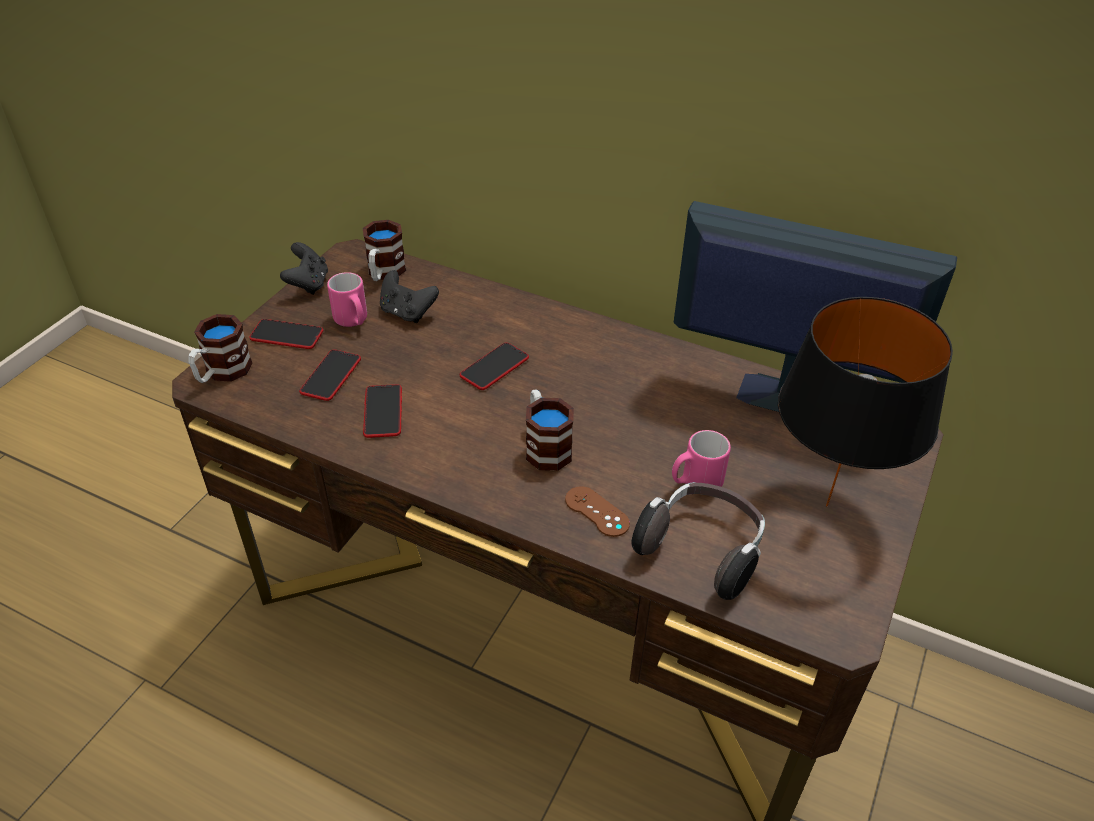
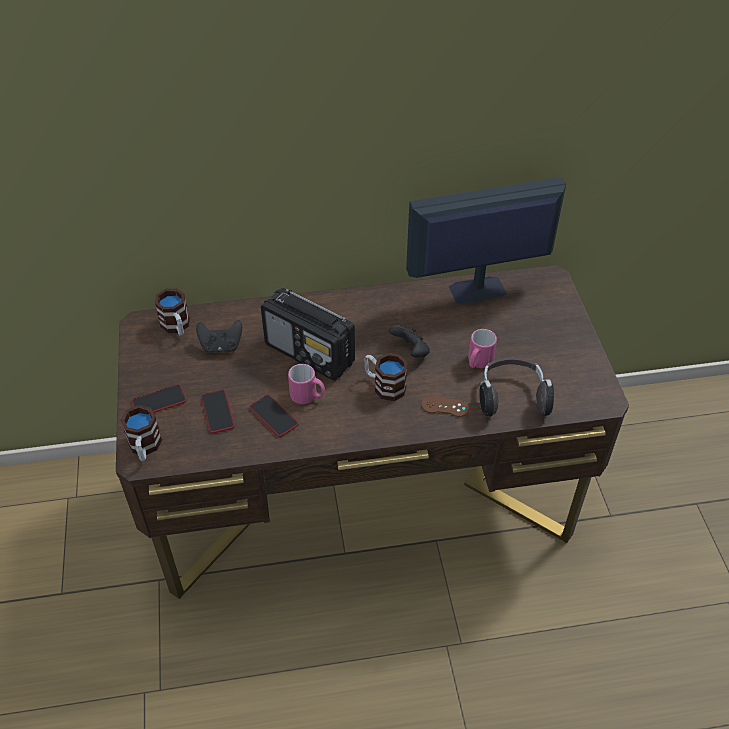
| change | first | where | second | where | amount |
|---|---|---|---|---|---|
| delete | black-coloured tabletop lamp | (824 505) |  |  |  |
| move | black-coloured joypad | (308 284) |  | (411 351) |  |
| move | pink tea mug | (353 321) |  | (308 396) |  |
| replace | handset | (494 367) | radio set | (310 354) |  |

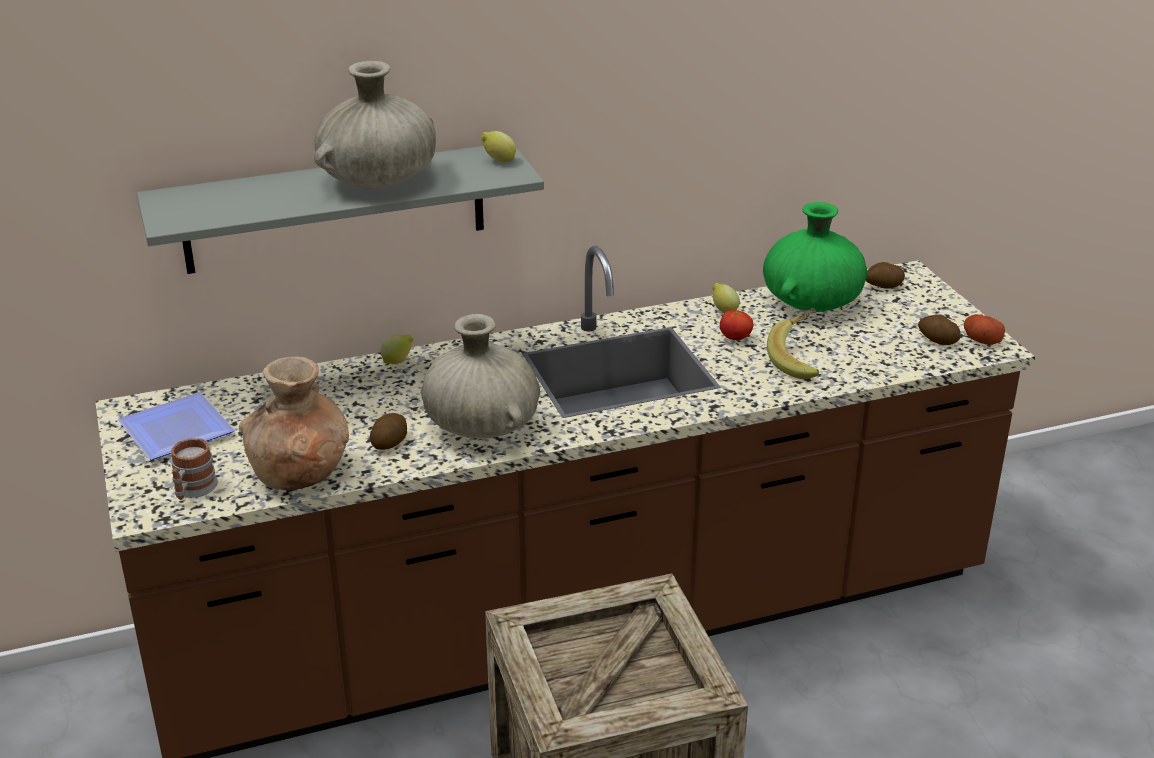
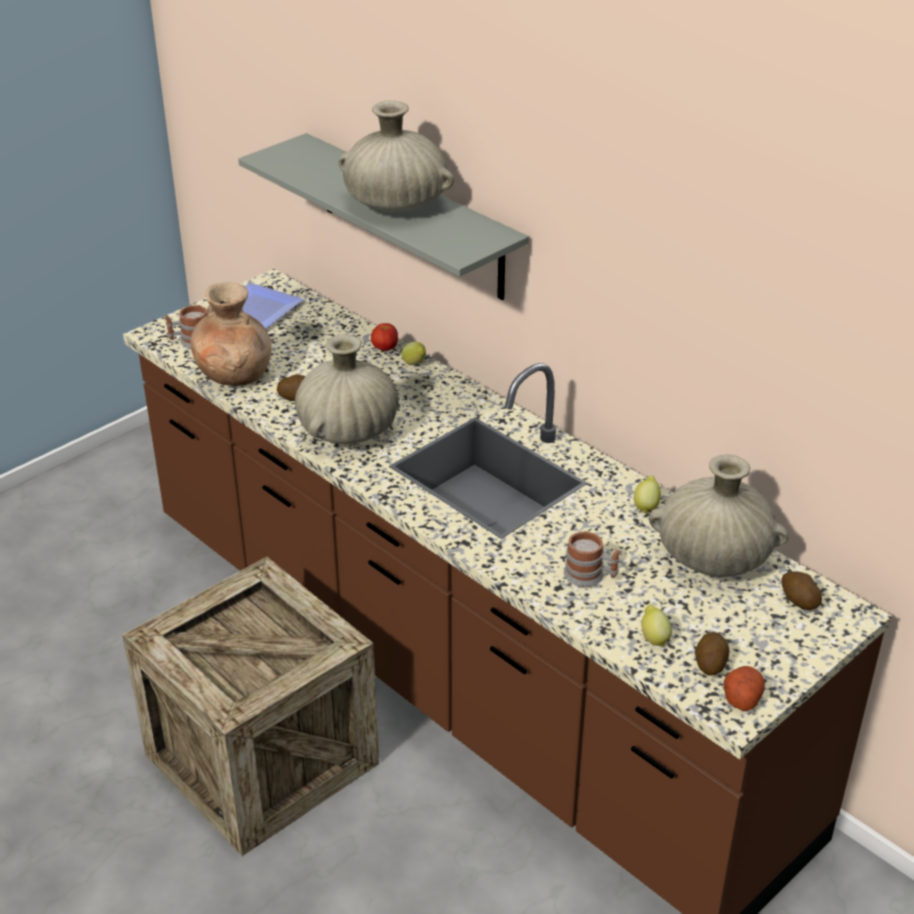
| change | first | where | second | where | amount |
|---|---|---|---|---|---|
| move | lemon | (498 161) |  | (654 638) |  |
| move | whole tomato | (735 338) |  | (385 348) |  |
| replace | banana | (801 360) | tea mug | (590 576) |  |
| recolor | greenish flower vase | (811 303) | beige-coloured flower vase | (713 557) |  |

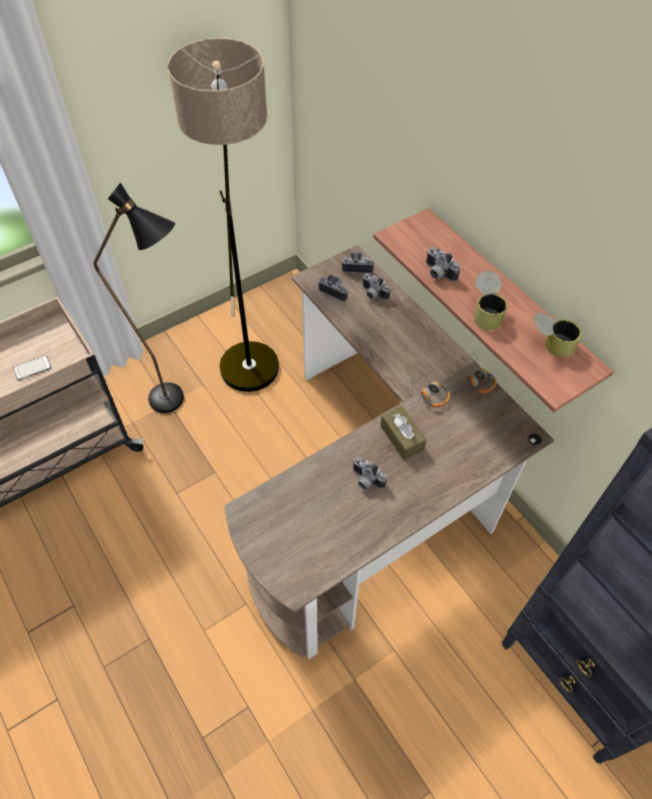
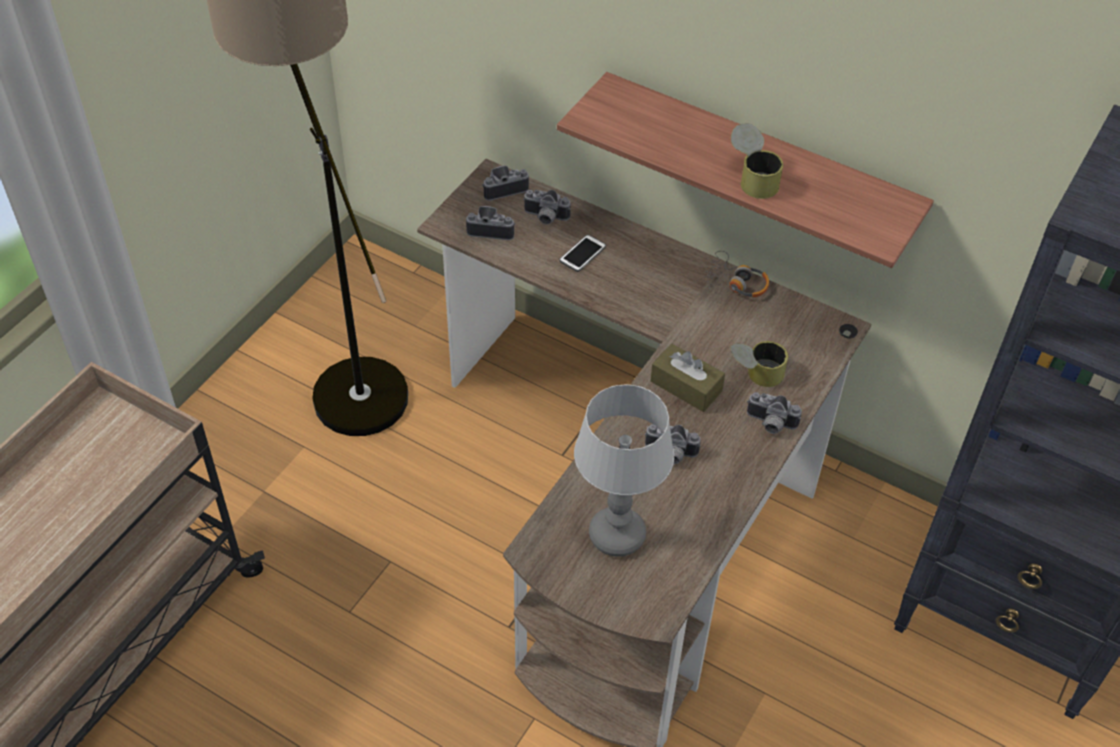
| change | first | where | second | where | amount |
|---|---|---|---|---|---|
| delete | black-coloured standard lamp | (178 403) |  |  |  |
| delete | headphones | (428 391) |  |  |  |
| insert |  |  | tabletop lamp | (617 536) |  |
| move | handset | (32 368) |  | (582 254) |  |
| move | still camera | (437 273) |  | (770 424) |  |
| move | sealed can | (550 344) |  | (755 375) |  |

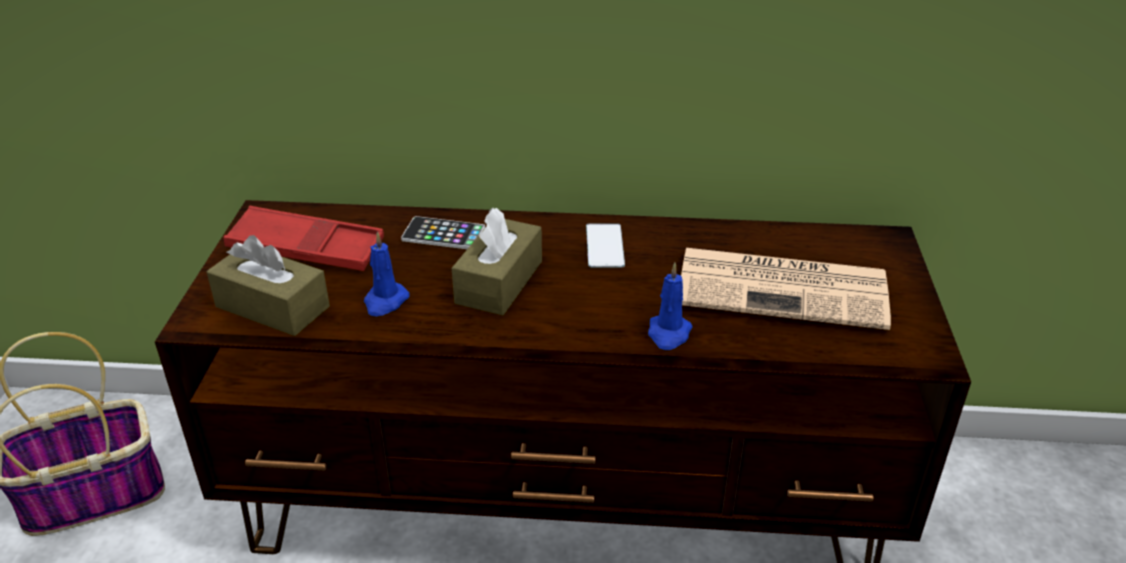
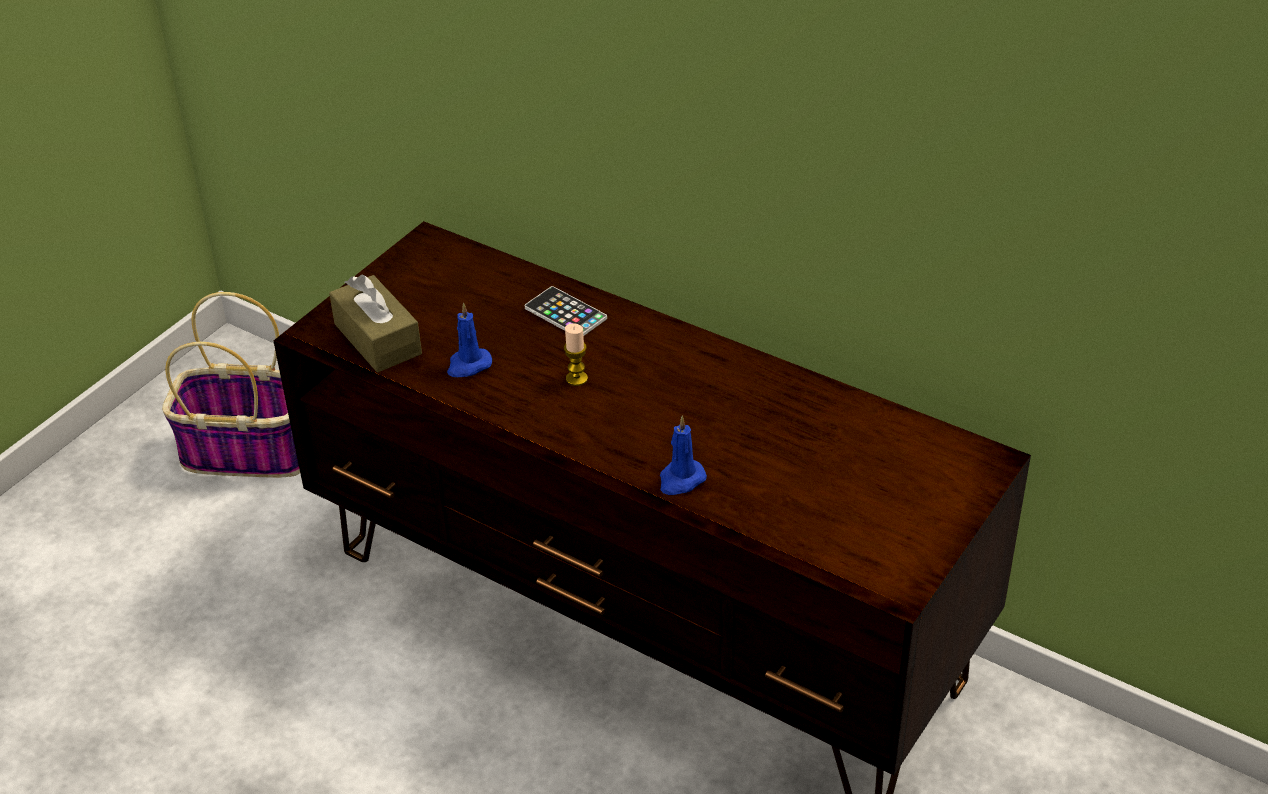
| change | first | where | second | where | amount |
|---|---|---|---|---|---|
| delete | red-coloured tray | (307 248) |  |  |  |
| delete | handset | (604 246) |  |  |  |
| delete | newspaper | (785 289) |  |  |  |
| replace | brownish tissue box | (499 282) | wax light | (576 378) |  |

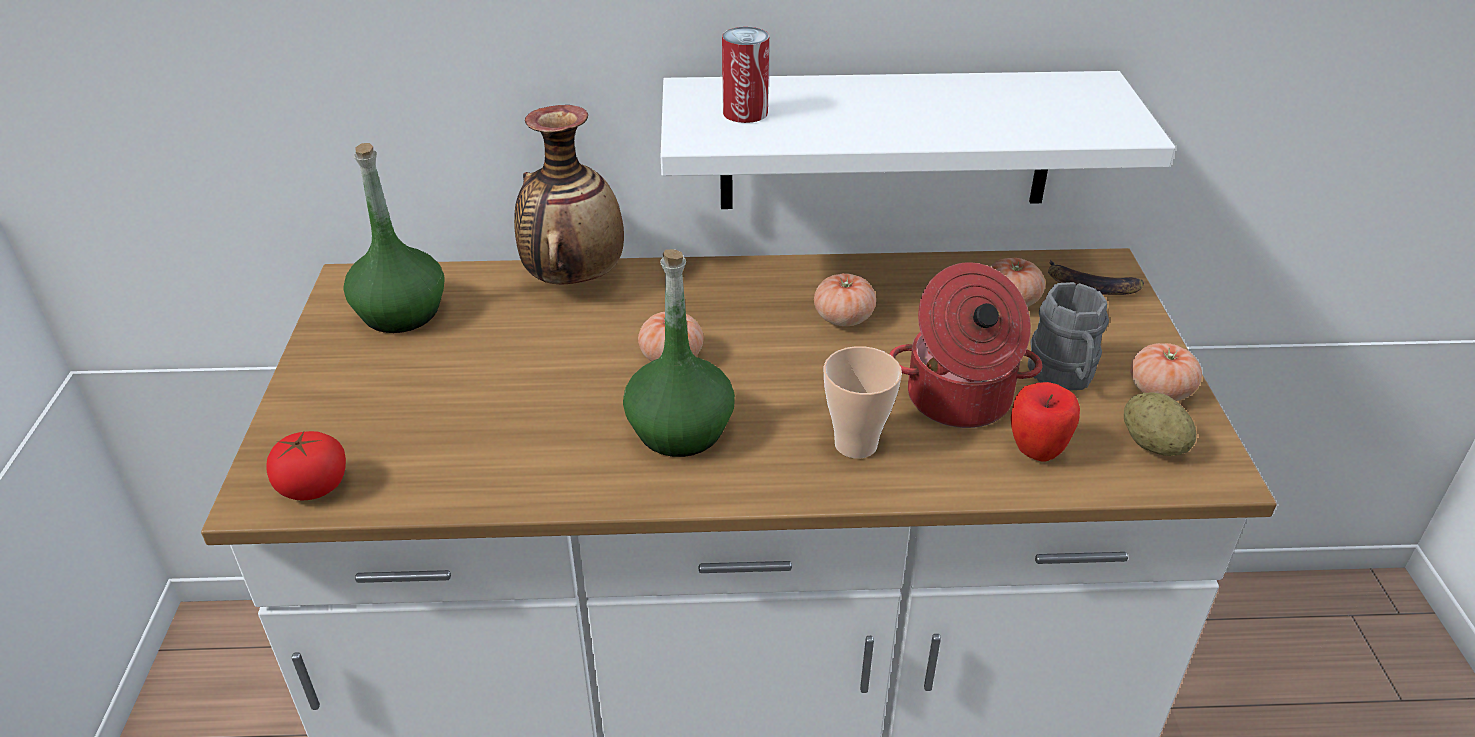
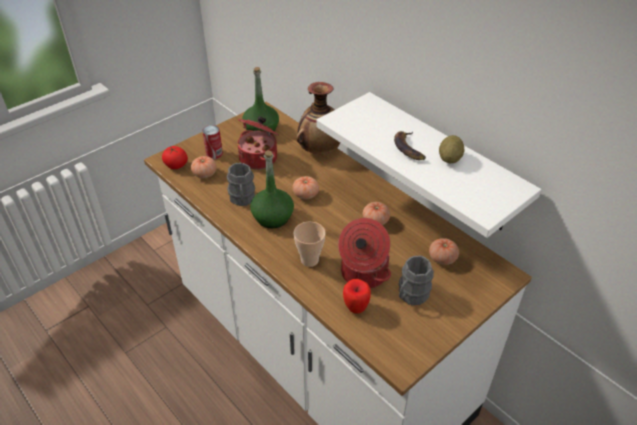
| change | first | where | second | where | amount |
|---|---|---|---|---|---|
| insert |  |  | gray tea mug | (242 200) |  |
| insert |  |  | stockpot | (259 158) |  |
| move | sealed can | (745 112) |  | (214 154) |  |
| move | banana | (1091 285) |  | (409 148) |  |
| move | whole potato | (1152 445) |  | (449 159) |  |
| move | whole tomato | (1160 391) |  | (204 174) |  |

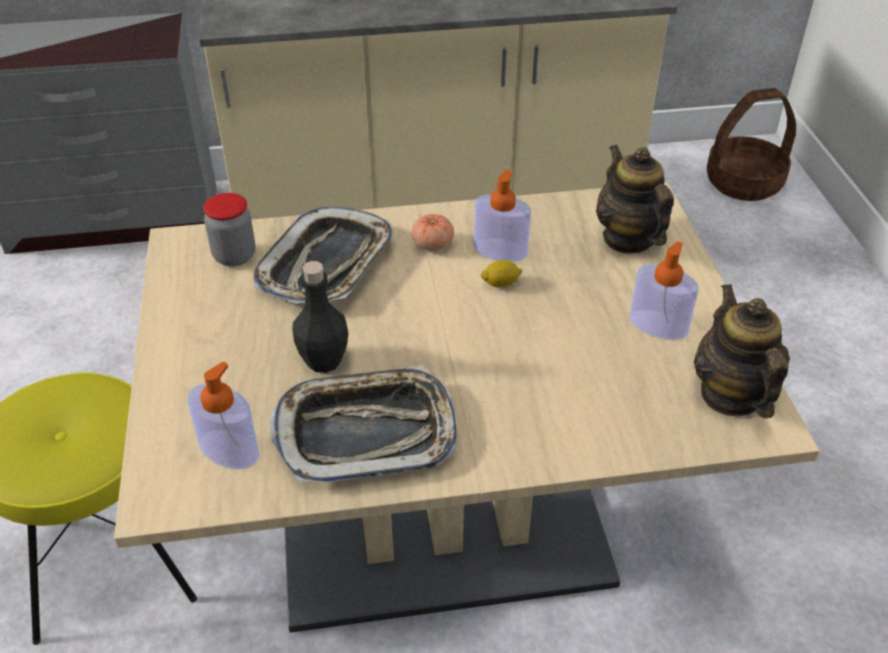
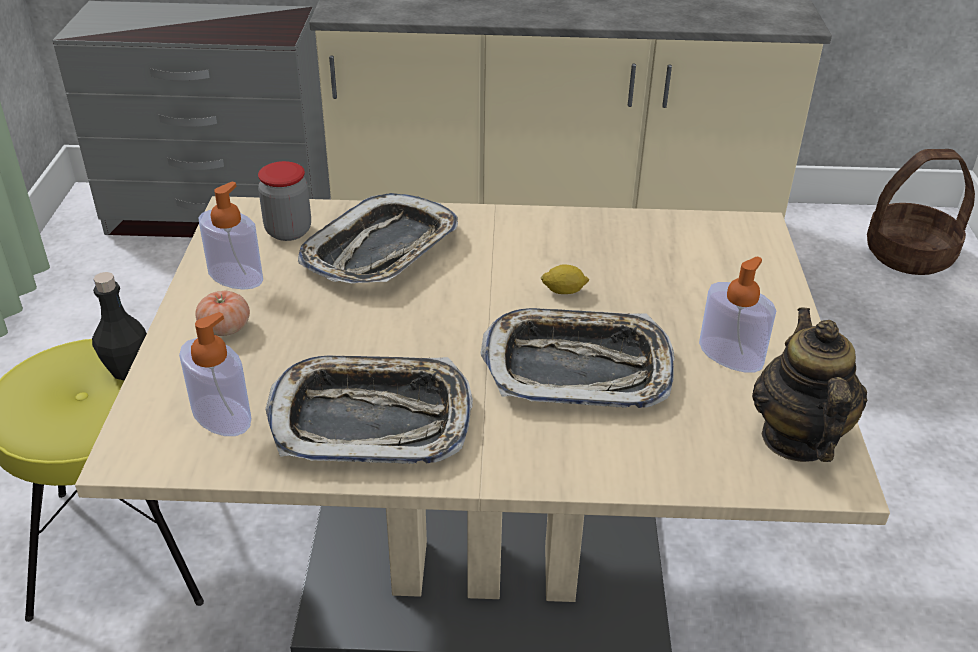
| change | first | where | second | where | amount |
|---|---|---|---|---|---|
| delete | pot for tea | (628 238) |  |  |  |
| insert |  |  | tray | (578 368) |  |
| move | black-coloured bottle | (323 361) |  | (128 370) |  |
| move | whole tomato | (433 244) |  | (225 328) |  |
| move | liquid soap bottle | (500 250) |  | (235 276) |  |

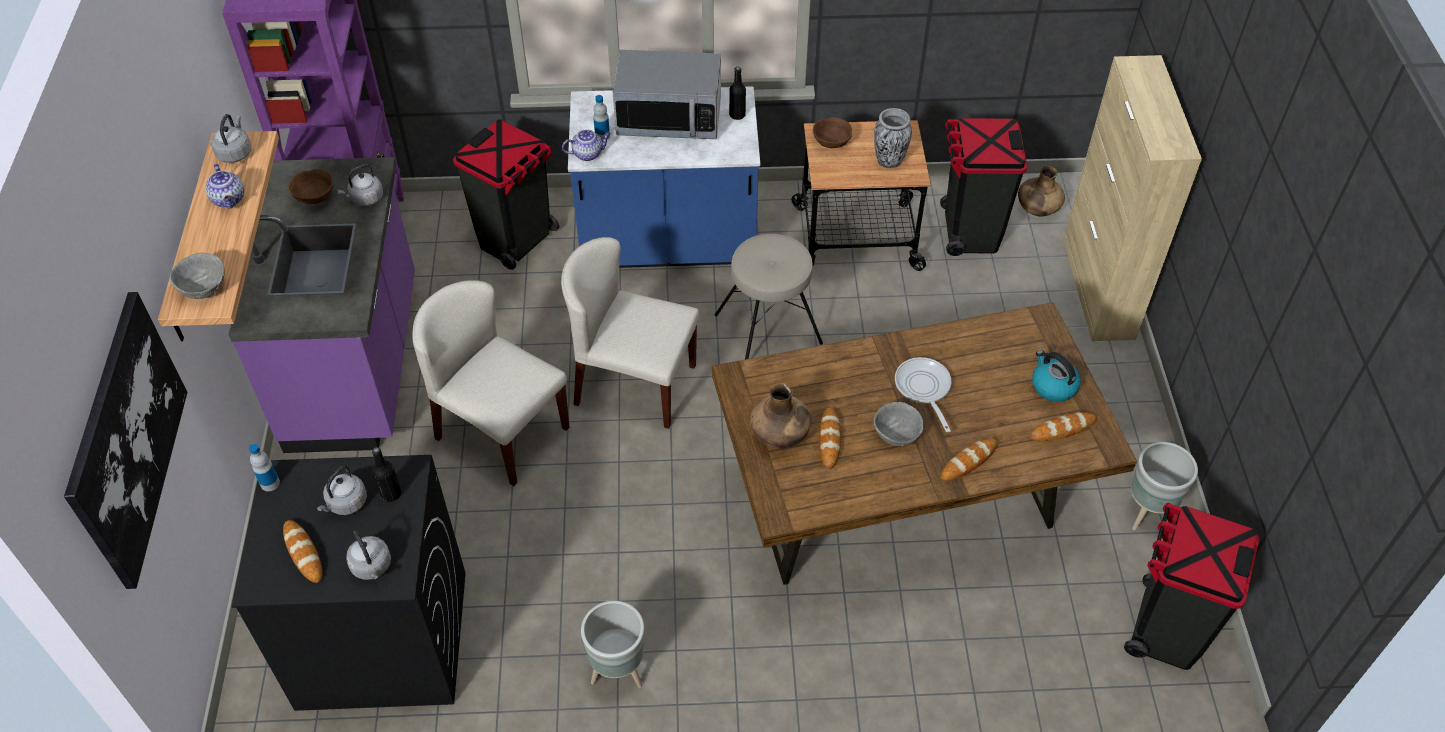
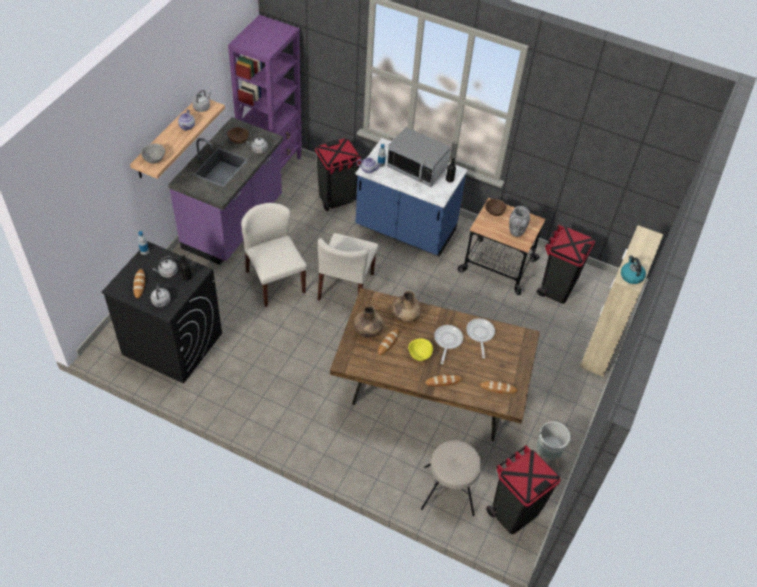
| change | first | where | second | where | amount |
|---|---|---|---|---|---|
| delete | picture | (126 439) |  |  |  |
| delete | gray planter | (618 672) |  |  |  |
| insert |  |  | skillet | (480 334) |  |
| move | beige-coloured sitting stool | (769 329) |  | (449 491) |  |
| move | brownish flower vase | (1037 209) |  | (405 315) |  |
| move | kettle | (1053 386) |  | (631 276) |  |
| recolor | gray deep dish | (896 434) | yellow-coloured deep dish | (420 354) |  |
| rotate | beige-coloured plain chair | (634 384) |  | (346 287) | 120 degrees counterclockwise |

